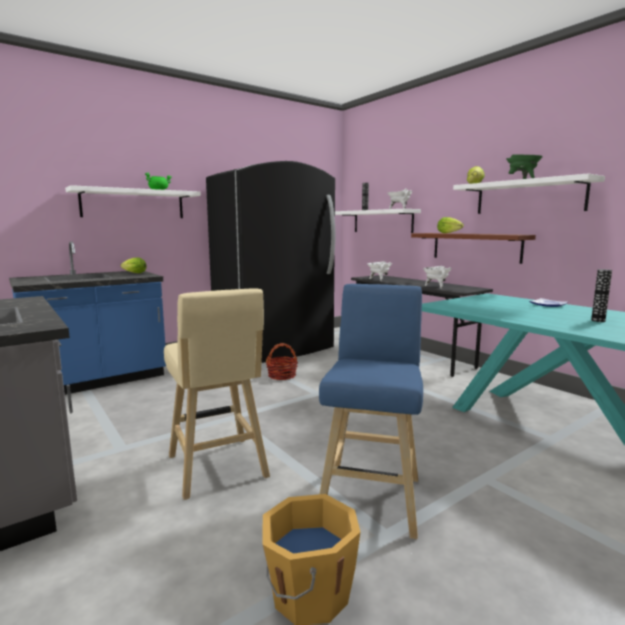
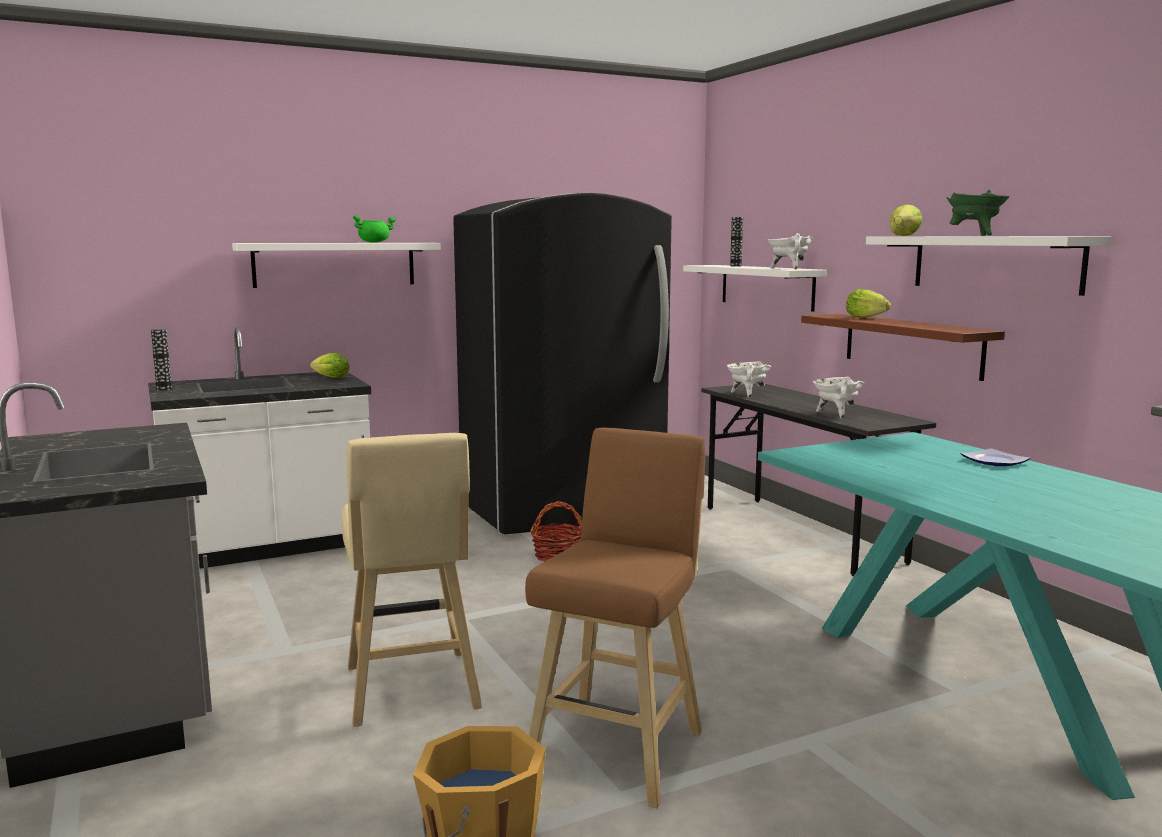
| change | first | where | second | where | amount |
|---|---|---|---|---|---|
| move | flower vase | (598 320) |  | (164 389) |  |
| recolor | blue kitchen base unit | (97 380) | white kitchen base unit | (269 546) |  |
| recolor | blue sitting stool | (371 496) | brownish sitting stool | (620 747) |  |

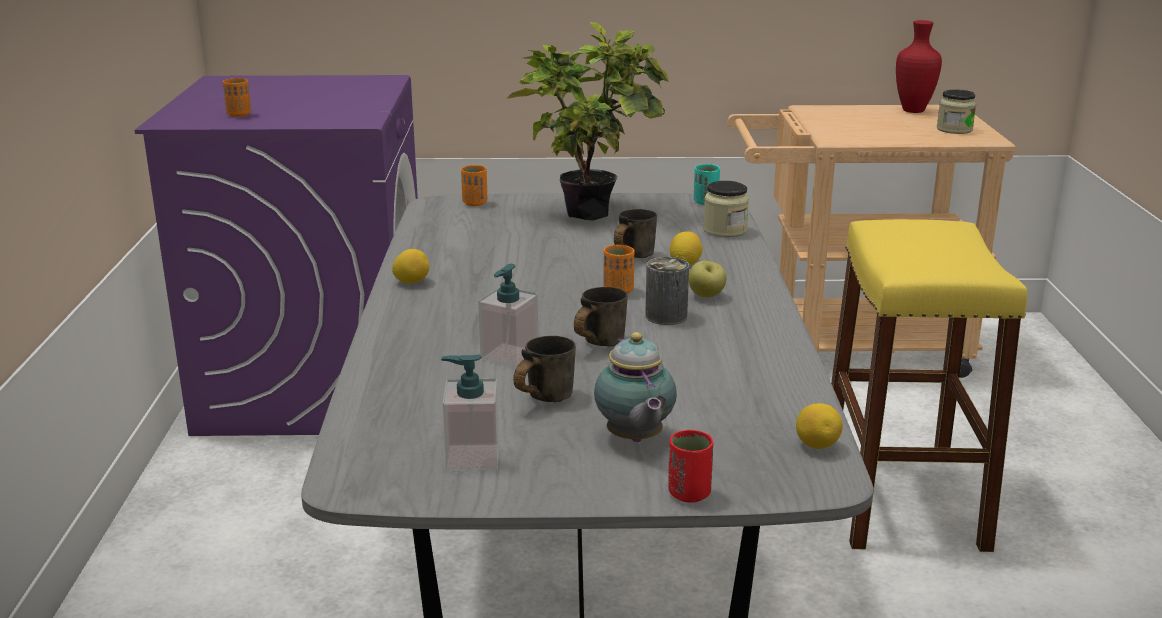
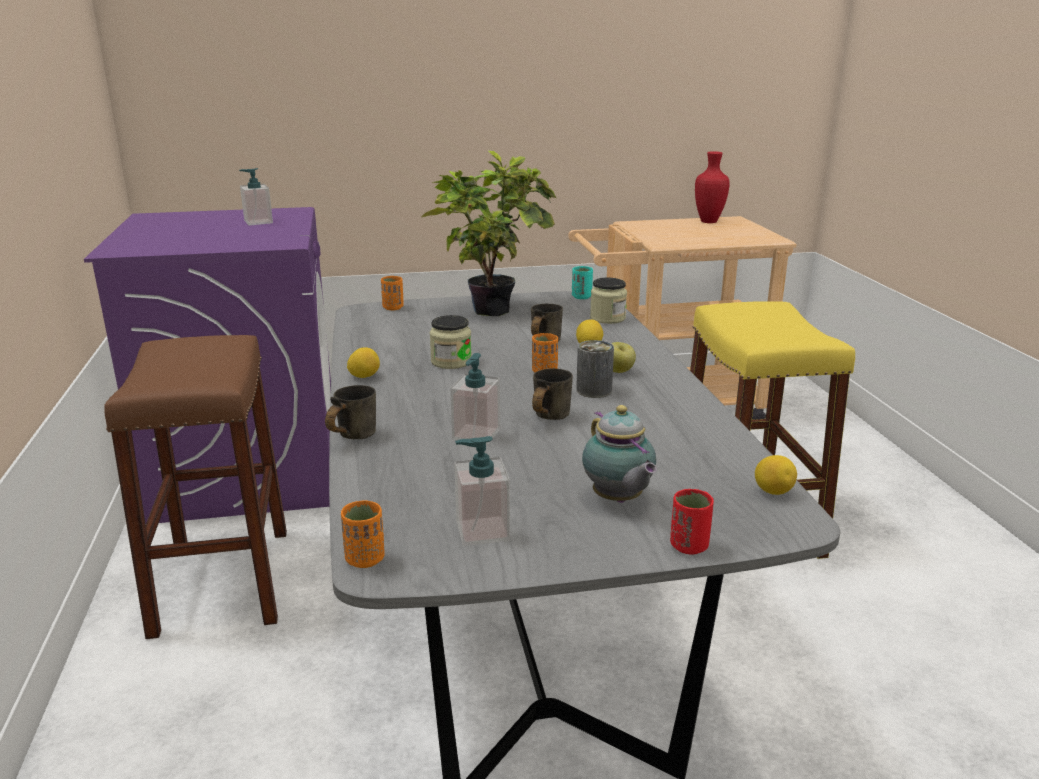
| change | first | where | second | where | amount |
|---|---|---|---|---|---|
| insert |  |  | brownish sitting stool | (223 580) |  |
| insert |  |  | liquid soap bottle | (258 222) |  |
| move | orangey drinking cup | (239 115) |  | (365 559) |  |
| move | gray tea mug | (540 398) |  | (349 437) |  |
| move | storage jar | (954 129) |  | (451 362) |  |

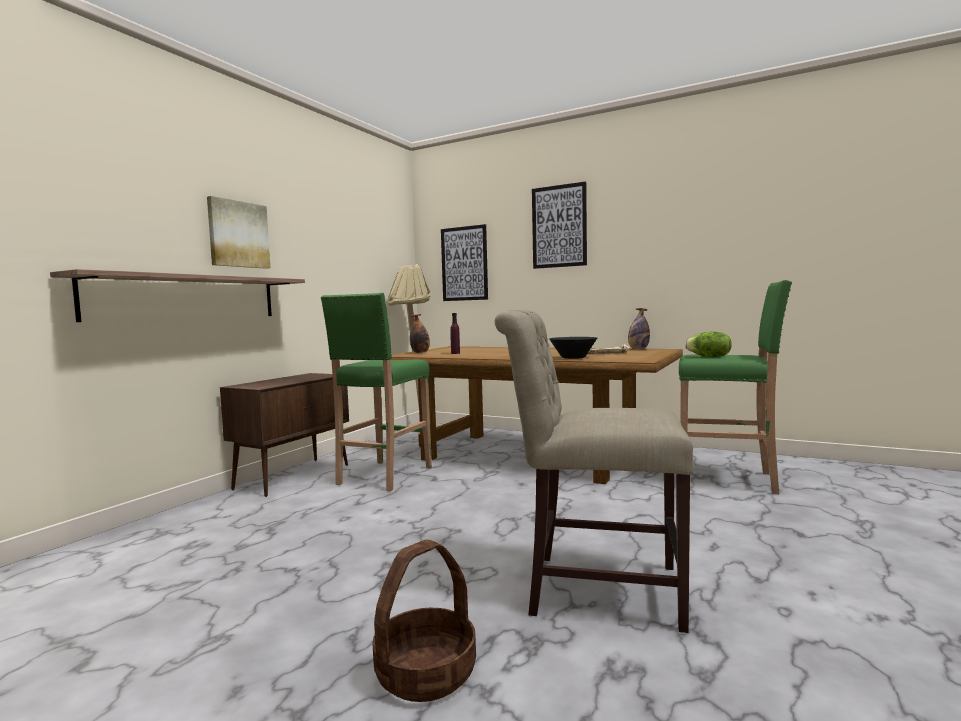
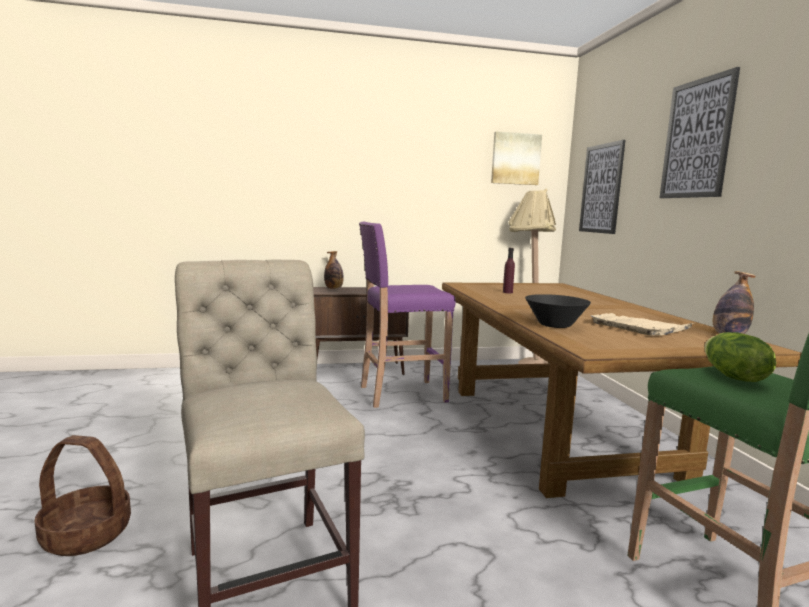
| change | first | where | second | where | amount |
|---|---|---|---|---|---|
| delete | shelf | (187 298) |  |  |  |
| move | picture | (238 234) |  | (515 159) |  |
| move | bottle | (420 352) |  | (333 288) |  |
| recolor | greenish sitting stool | (383 476) | purple sitting stool | (401 394) |  |

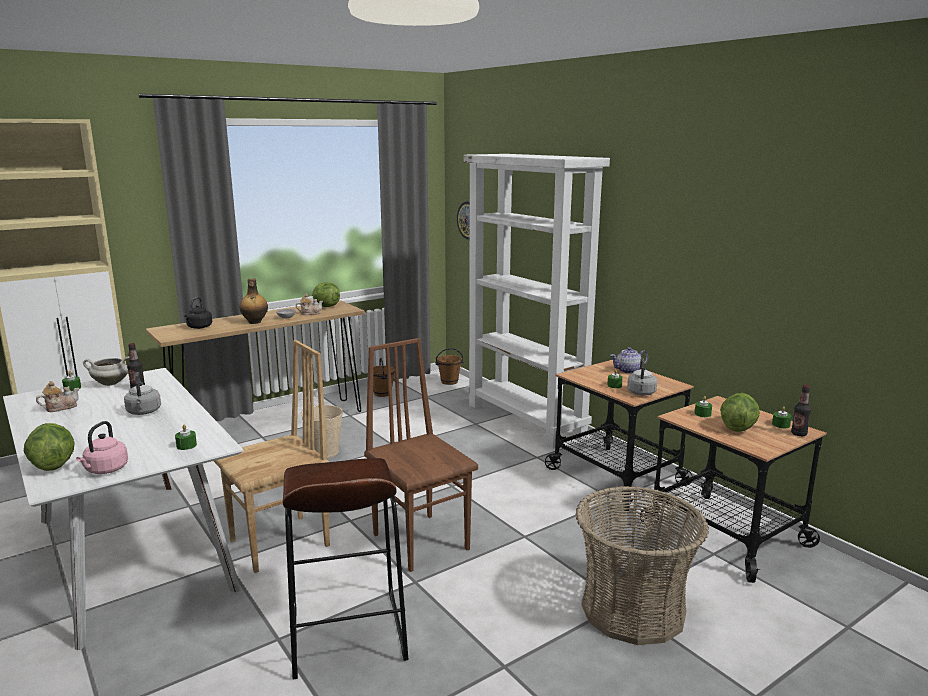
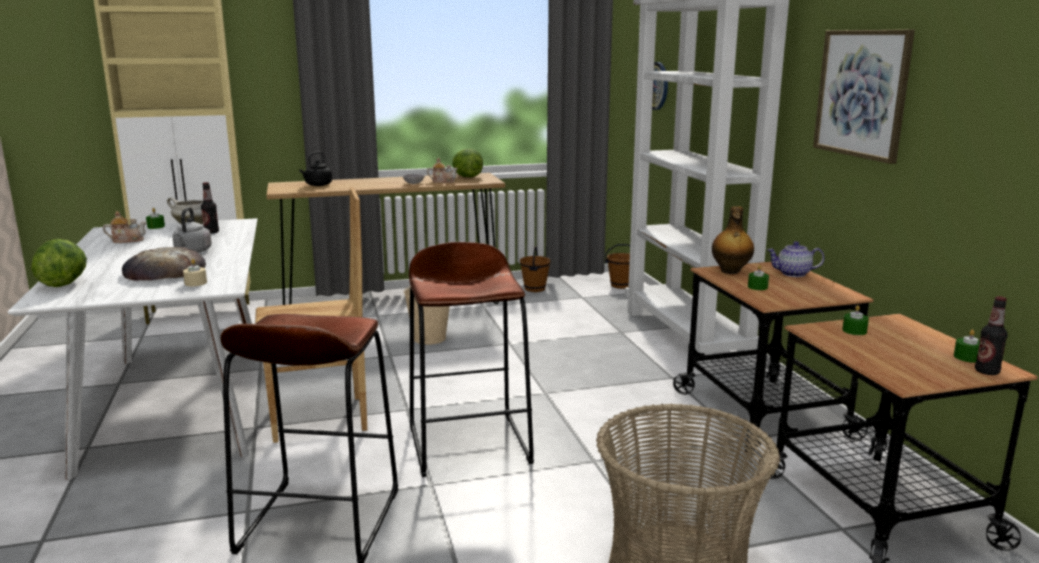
| change | first | where | second | where | amount |
|---|---|---|---|---|---|
| delete | pink kettle | (105 470) |  |  |  |
| delete | gray kettle | (641 393) |  |  |  |
| delete | head of lettuce | (737 428) |  |  |  |
| insert |  |  | bakery bread | (164 271) |  |
| insert |  |  | picture | (862 93) |  |
| move | bottle | (254 322) |  | (730 271) |  |
| replace | brownish plain chair | (421 541) | brownish sitting stool | (469 443) |  |
| recolor | greenish wax light | (186 445) | beige-coloured wax light | (195 283) |  |

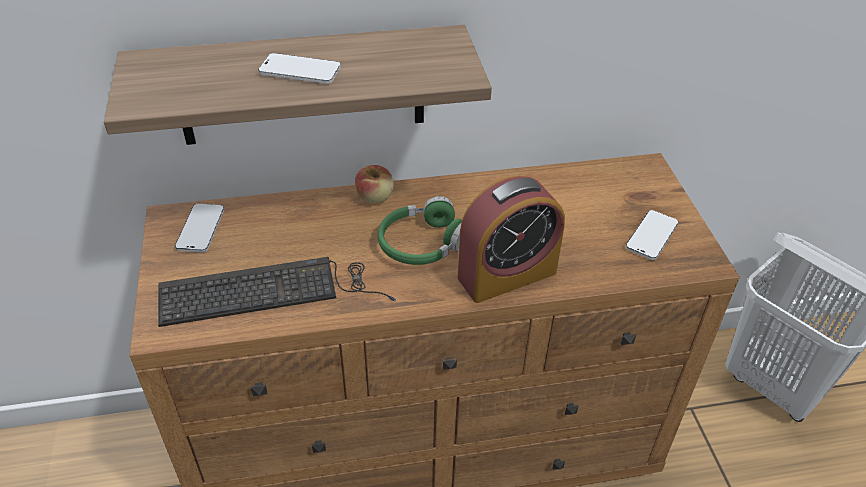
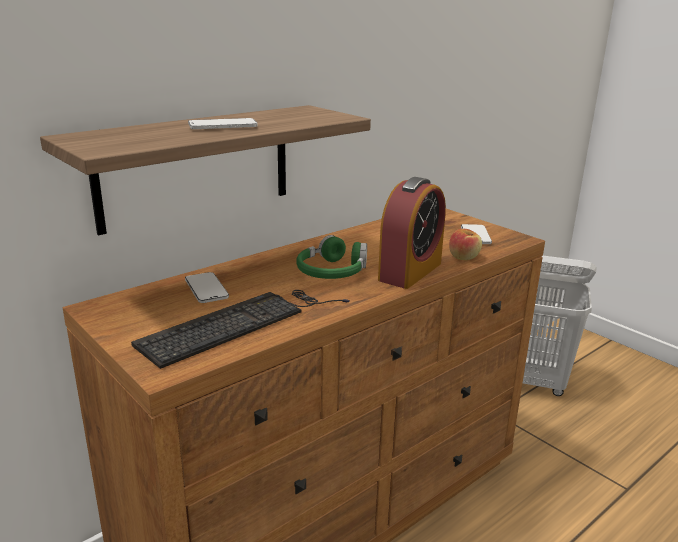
| change | first | where | second | where | amount |
|---|---|---|---|---|---|
| move | handset | (200 229) |  | (206 289) |  |
| move | apple | (375 197) |  | (464 257) |  |

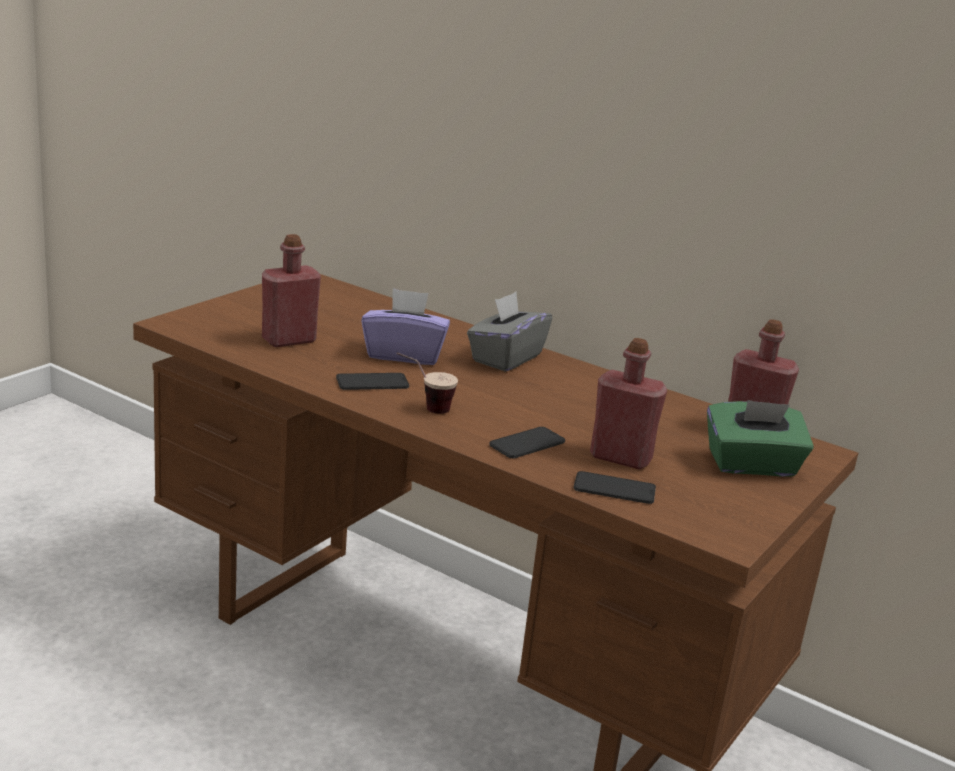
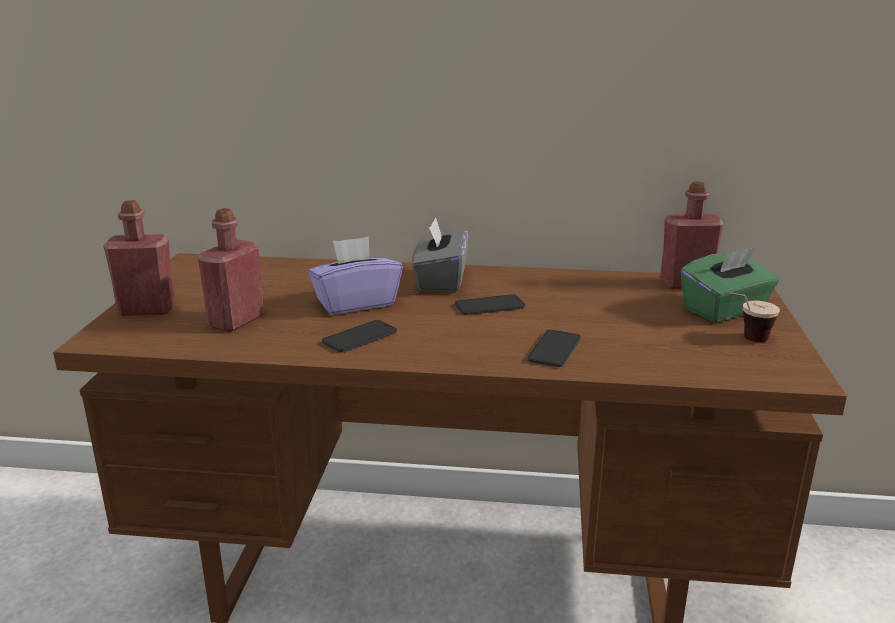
| change | first | where | second | where | amount |
|---|---|---|---|---|---|
| move | drinking cup | (423 408) |  | (745 341) |  |
| move | handset | (614 489) |  | (490 306) |  |
| move | red-coloured bottle | (620 457) |  | (147 310) |  |

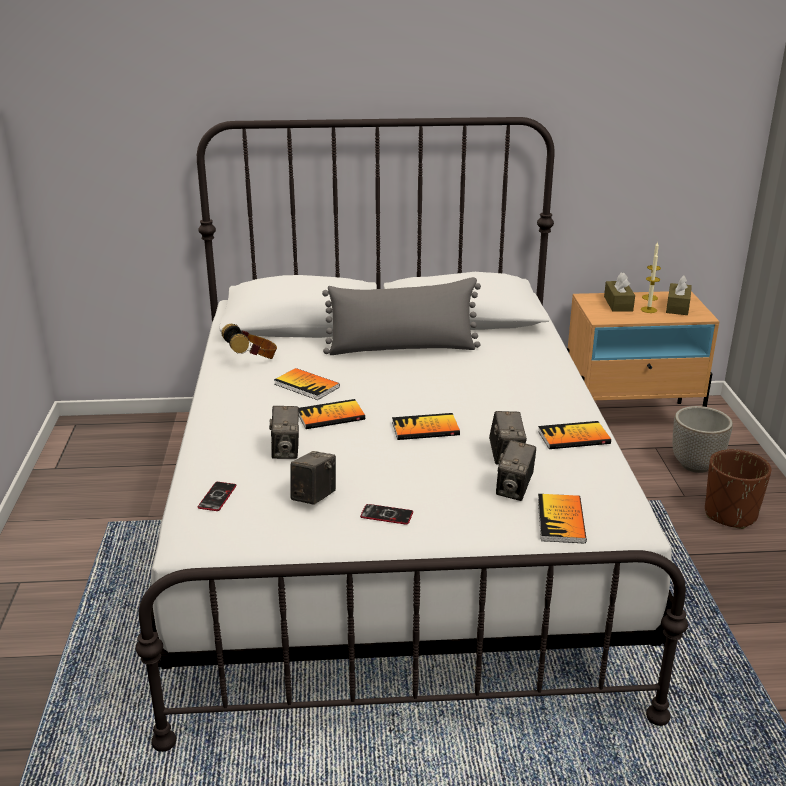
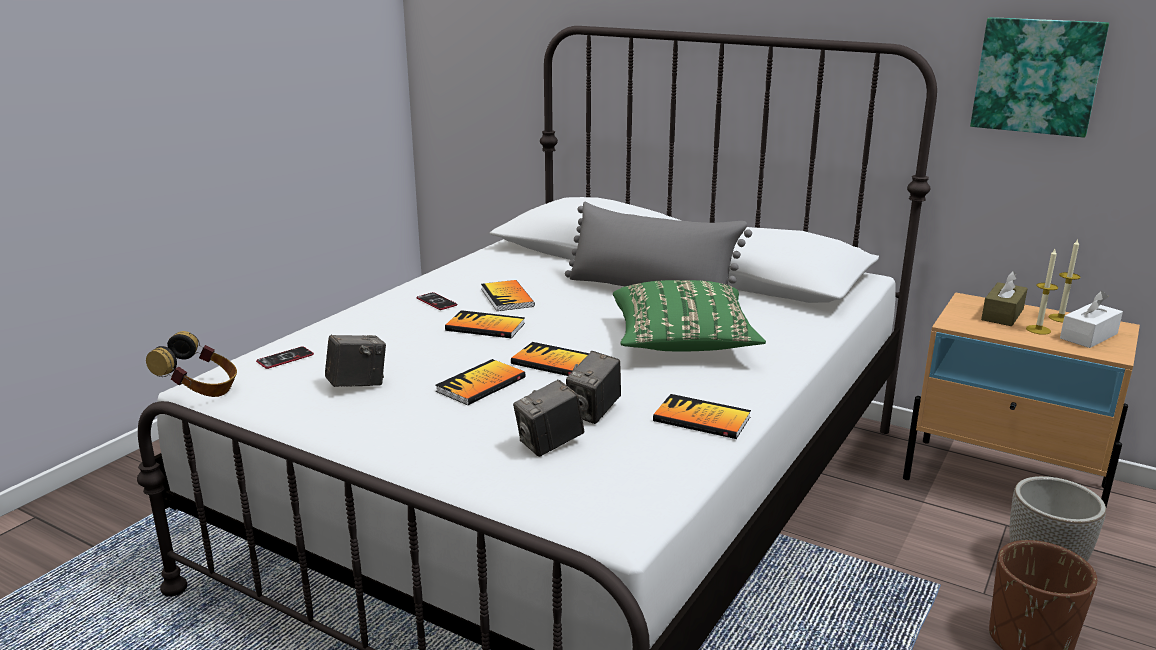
| change | first | where | second | where | amount |
|---|---|---|---|---|---|
| delete | still camera | (286 451) |  |  |  |
| insert |  |  | greenish throw pillow | (682 343) |  |
| insert |  |  | picture | (1037 76) |  |
| move | headphones | (252 359) |  | (200 390) |  |
| move | handset | (386 515) |  | (436 302) |  |
| move | bound book | (561 520) |  | (481 384) |  |
| recolor | brownish tissue box | (677 307) | white tissue box | (1088 336) |  |

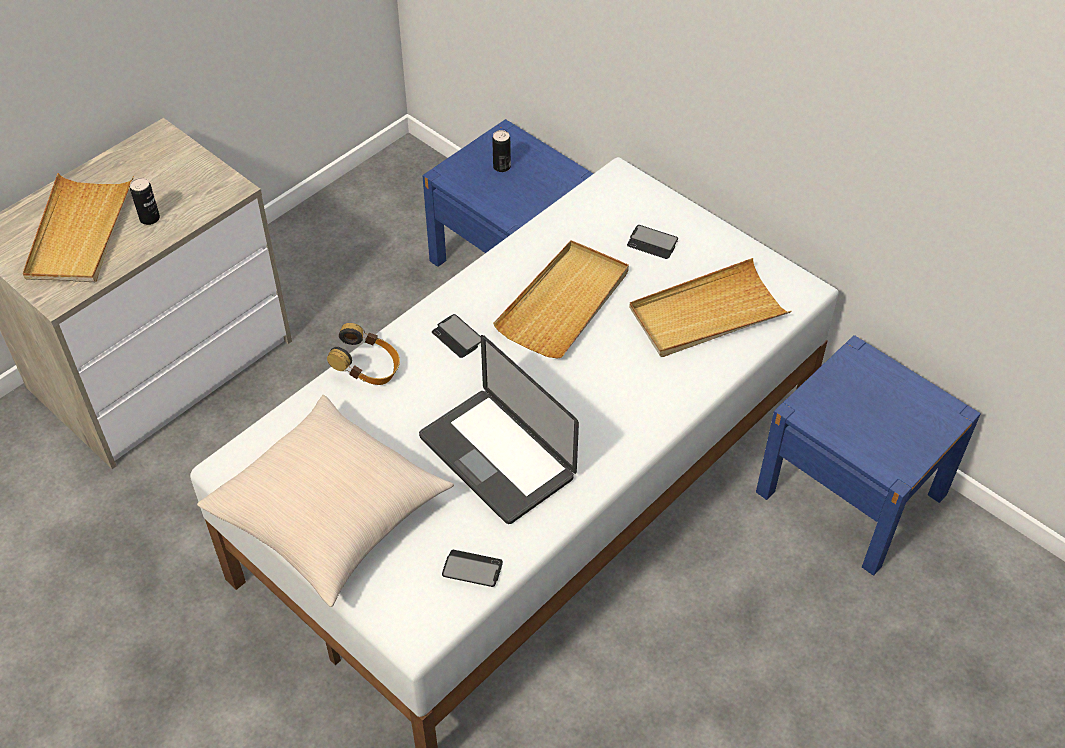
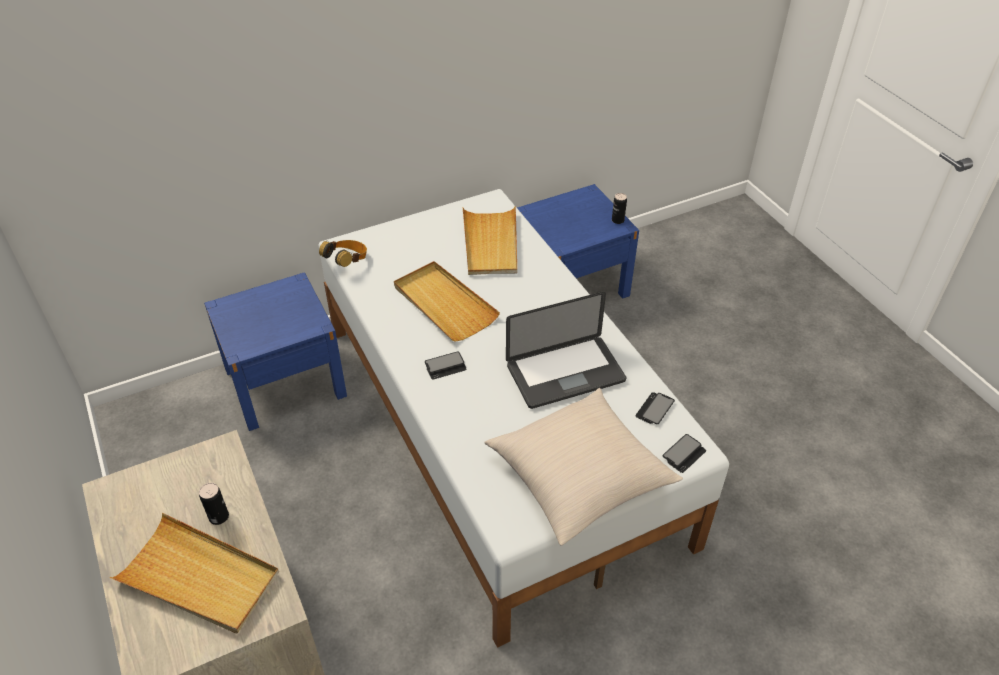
| change | first | where | second | where | amount |
|---|---|---|---|---|---|
| move | headphones | (368 370) |  | (347 262) |  |
| move | sealed can | (502 167) |  | (617 220) |  |
| move | handset | (652 243) |  | (684 454) |  |

